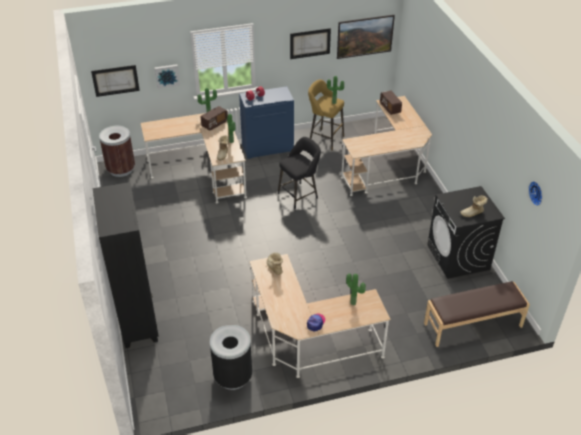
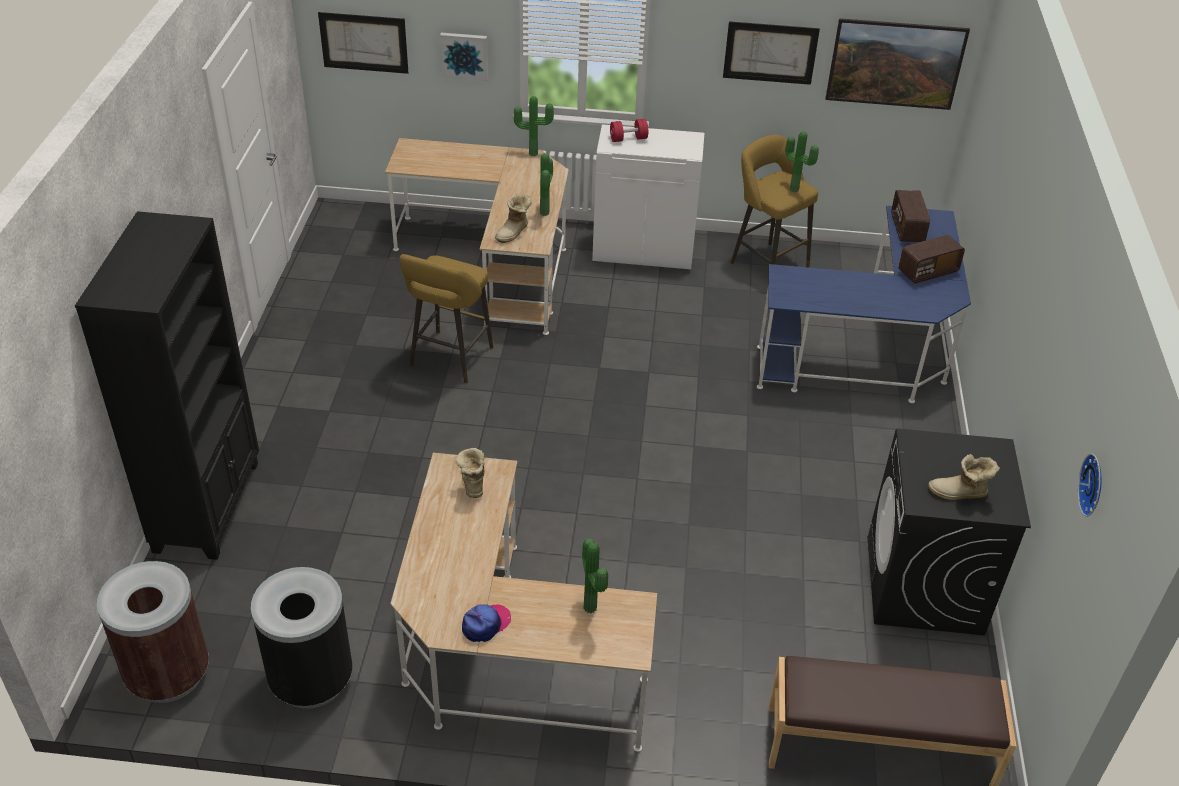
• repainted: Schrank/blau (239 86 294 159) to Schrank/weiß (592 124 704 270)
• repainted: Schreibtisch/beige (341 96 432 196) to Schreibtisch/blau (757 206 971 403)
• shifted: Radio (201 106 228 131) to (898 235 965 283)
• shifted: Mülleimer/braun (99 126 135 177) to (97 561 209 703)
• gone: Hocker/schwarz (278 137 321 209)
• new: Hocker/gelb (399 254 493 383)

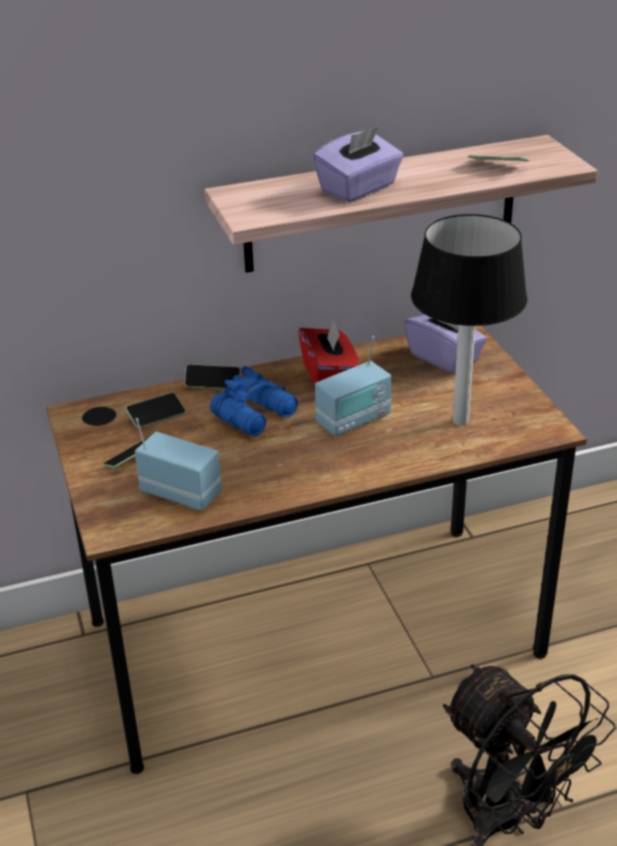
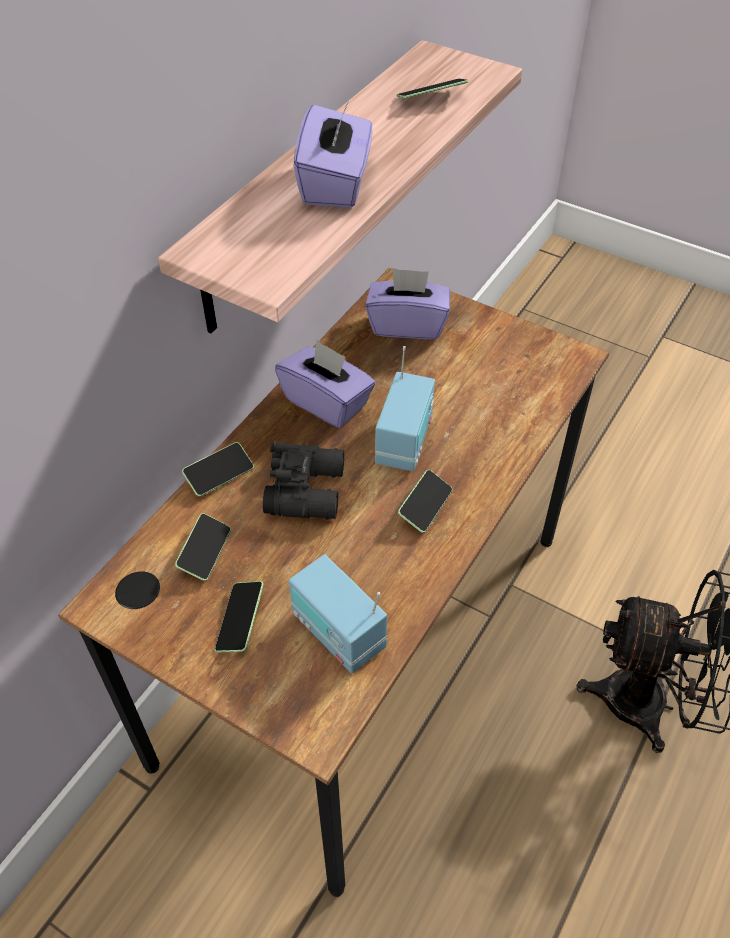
• gone: Tischlampe (411 214 527 426)
• repainted: Taschentuchbox/rot (298 319 360 386) to Taschentuchbox/lila (275 340 375 428)
• repainted: Fernglas/blau (210 366 298 436) to Fernglas/schwarz (263 442 344 520)
• rotated: Radio (135 418 222 511) = (289 554 387 673) 120 degrees counterclockwise
• new: Handy (398 470 453 533)

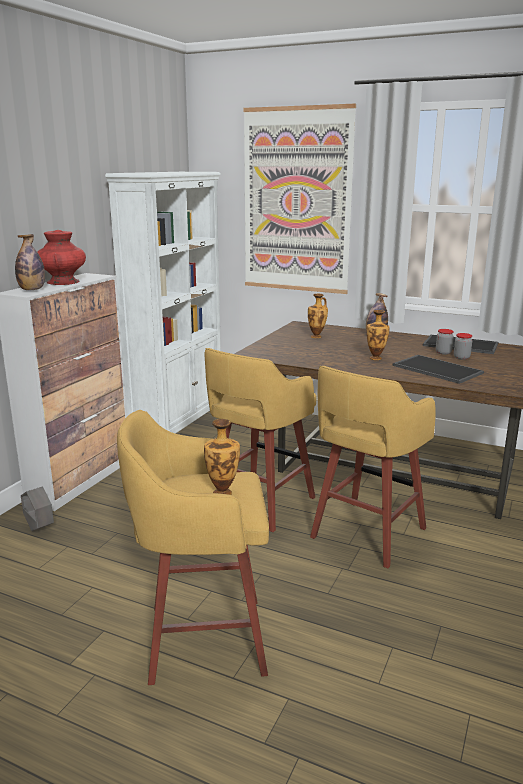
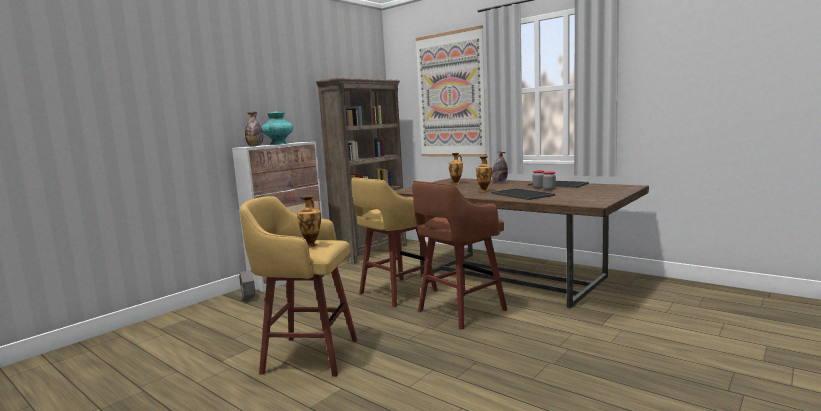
• repainted: Bücherregal/weiß (105 172 221 434) to Bücherregal/braun (316 77 407 264)
• repainted: Vase/rot (37 230 86 285) to Vase/türkis (262 111 293 145)
• repainted: Hocker/gelb (310 366 436 569) to Hocker/braun (412 181 507 330)

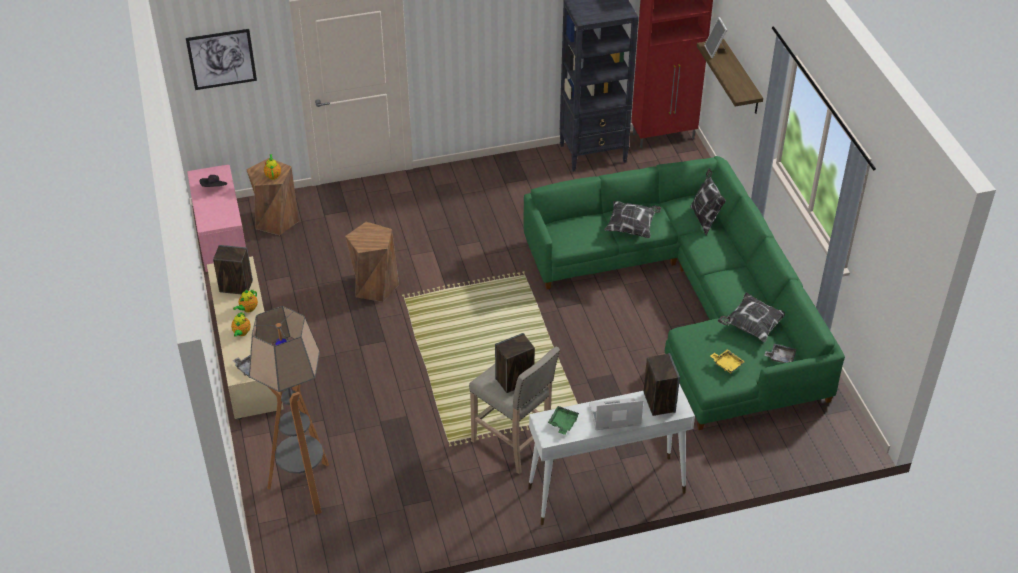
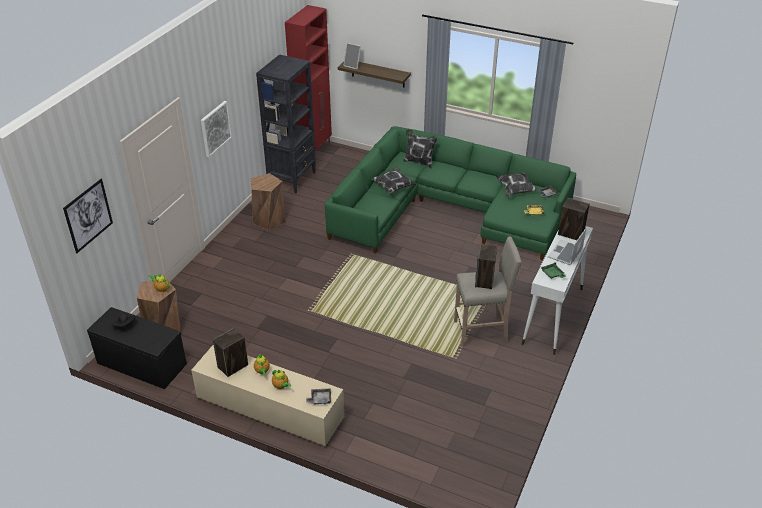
• repainted: Bank/rosa (187 165 246 272) to Bank/schwarz (87 307 187 389)
• shifted: Hocker/braun (345 222 399 302) to (251 173 285 230)
• gone: Stehlampe (249 306 329 515)
• new: Bild (201 101 232 157)

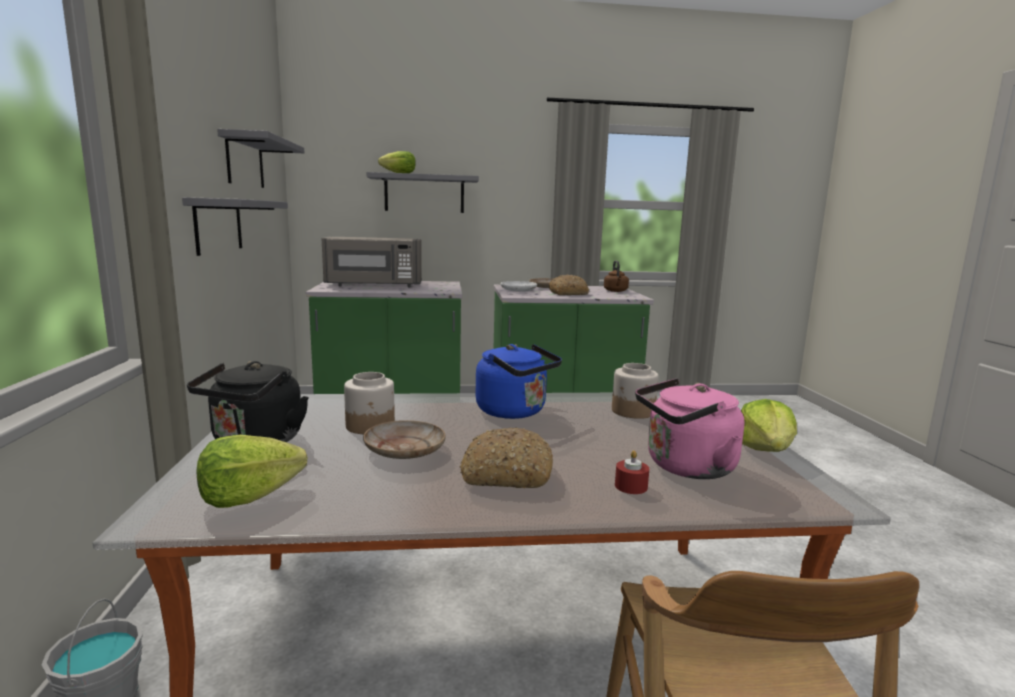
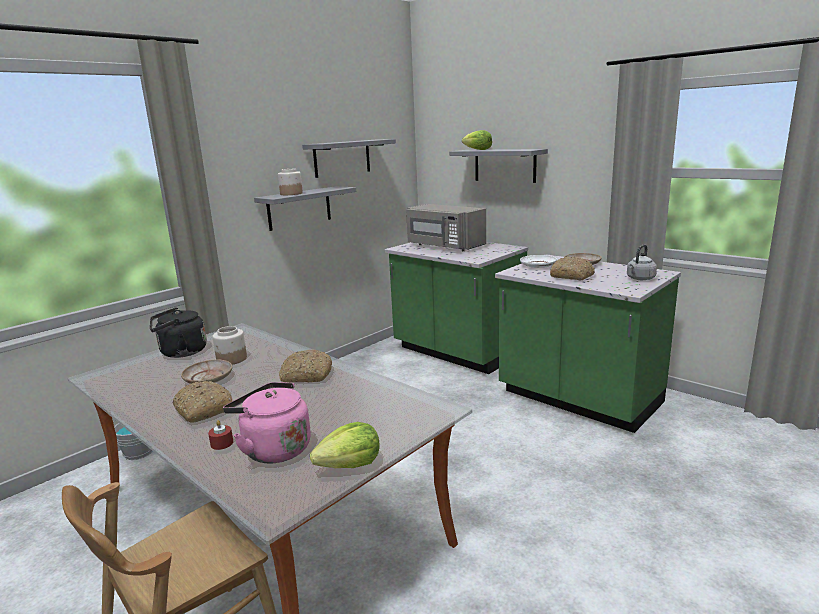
• repainted: Wasserkessel/braun (604 260 629 292) to Wasserkessel/grau (627 245 657 280)
• swapped: Wasserkessel/blau (476 344 562 419) to Brot (279 349 332 382)
• shifted: Vorratsglas (612 363 659 419) to (278 169 303 195)
• gone: Salatkopf (197 435 307 508)

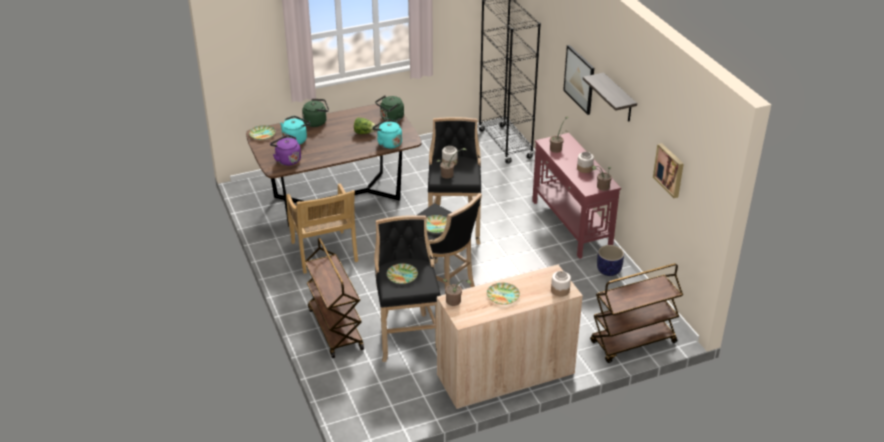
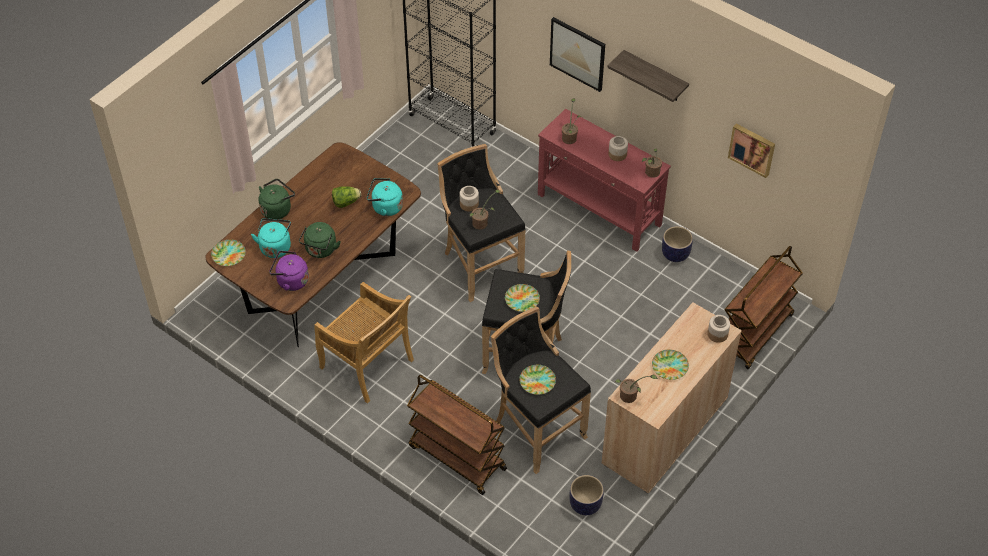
• shifted: Wasserkessel/grün (375 95 404 122) to (299 222 341 258)
• new: Pflanzkübel (569 475 604 515)

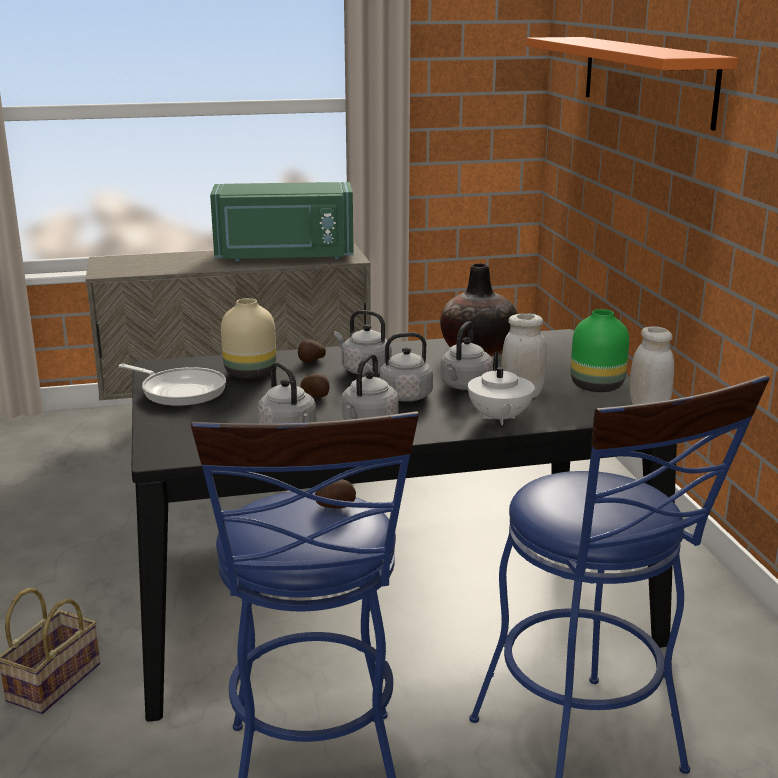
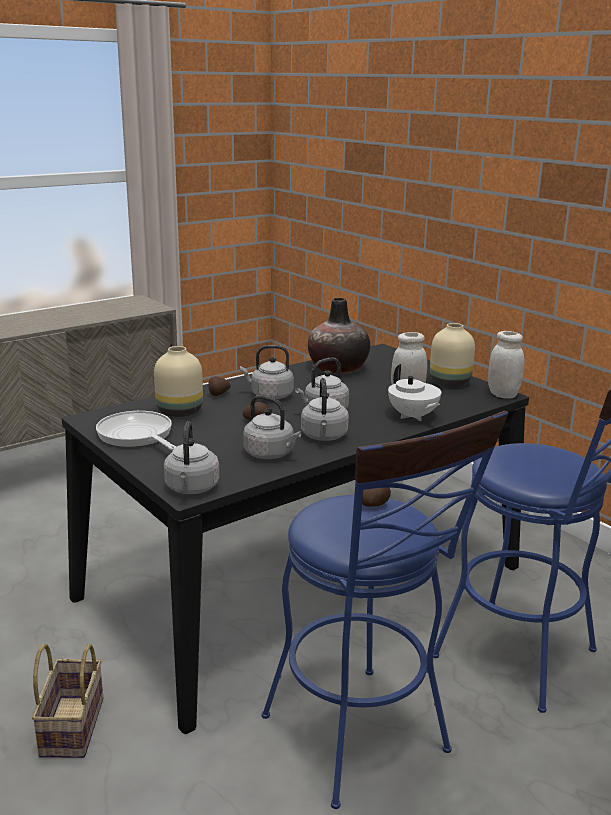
• gone: Wandregal/orange (526 37 738 131)
• gone: Mikrowelle/grün (210 182 354 262)
• repainted: Vase/grün (571 309 629 392) to Vase/beige (430 323 475 387)
• shifted: Wasserkessel/grau (440 321 493 390) to (164 421 219 494)
• rotated: Pfanne (119 364 226 406) = (96 411 176 450) 135 degrees counterclockwise

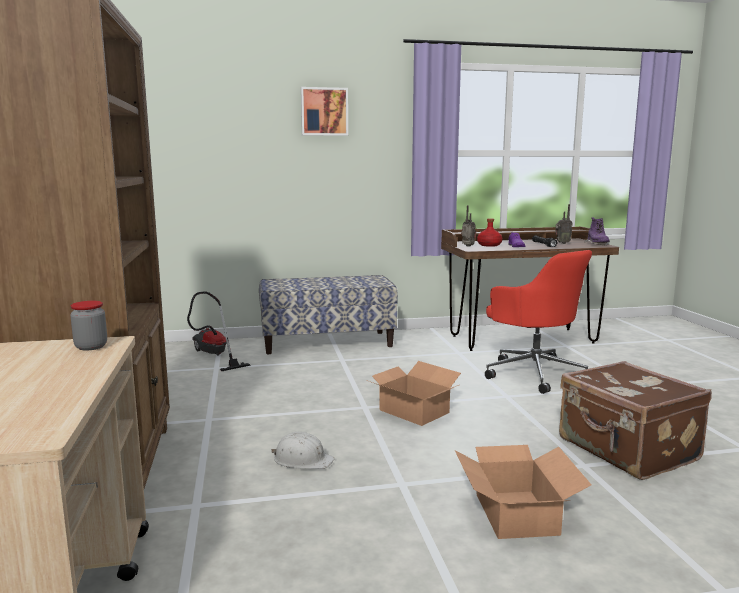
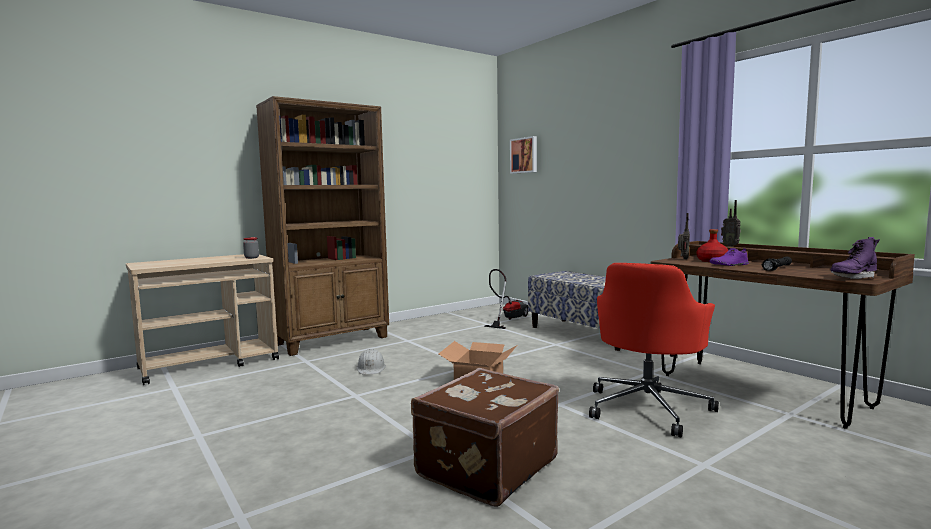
• shifted: Bild (301 87 348 136) to (510 136 537 174)
• shifted: Radio (555 204 573 244) to (721 200 741 247)
• gone: Karton (455 445 591 539)

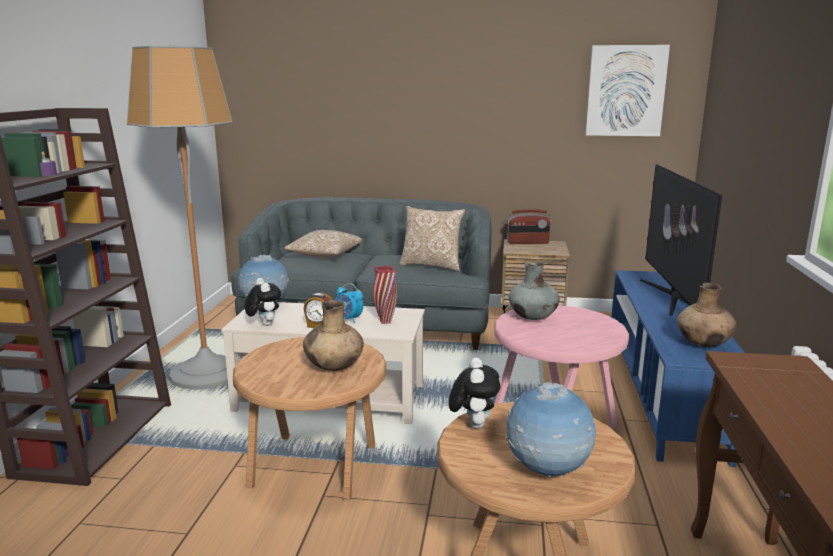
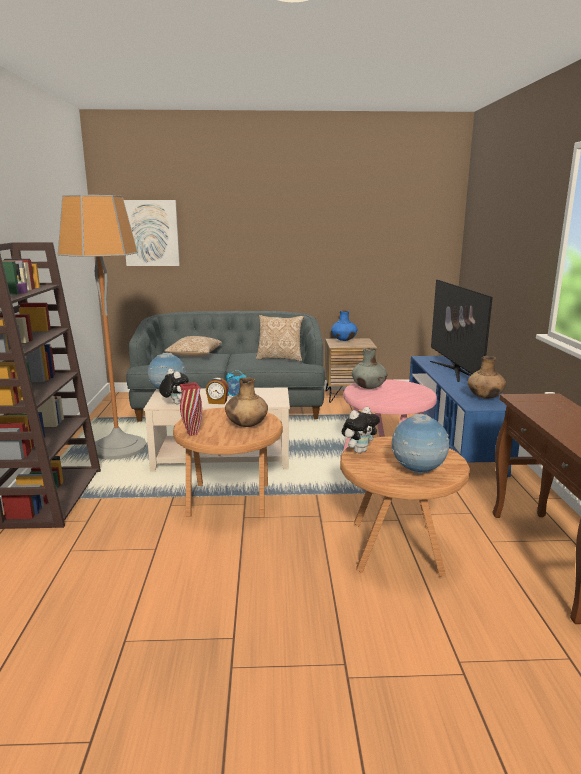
• shifted: Bild (585 45 670 136) to (124 200 180 266)
• swapped: Radio (507 209 551 244) to Vase/blau (331 310 357 341)
• shifted: Vase/rot (373 266 397 324) to (180 382 202 436)
• rotated: Plüschtier (449 357 500 429) = (342 407 380 453) 60 degrees clockwise

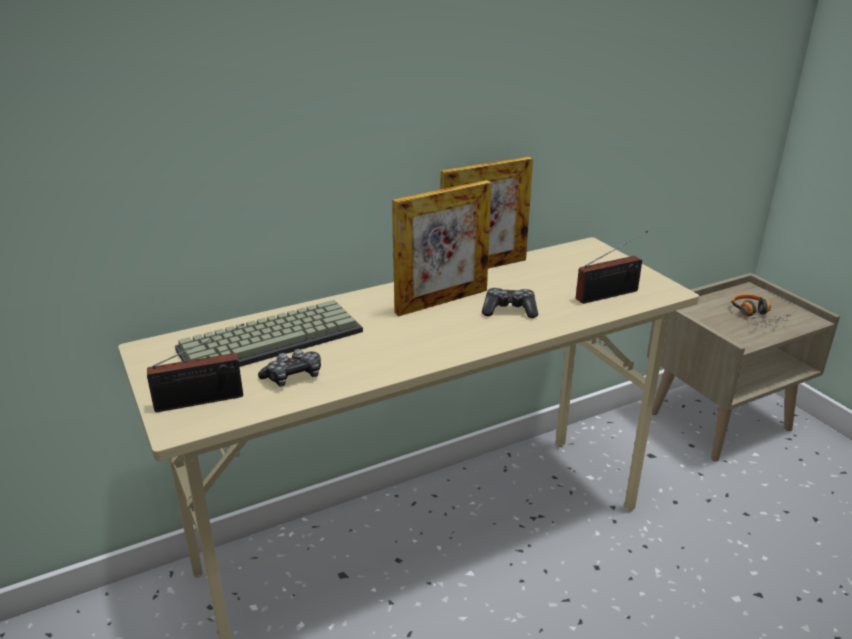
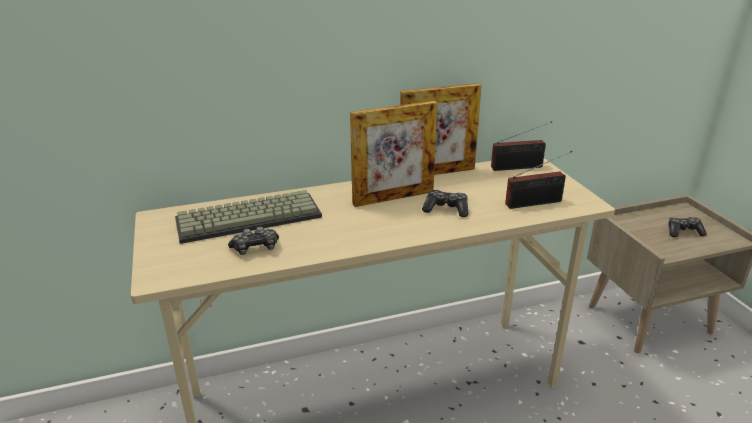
• swapped: Kopfhörer (731 294 792 325) to Gamepad (668 217 707 237)
• shifted: Radio (147 323 244 412) to (491 121 552 171)

